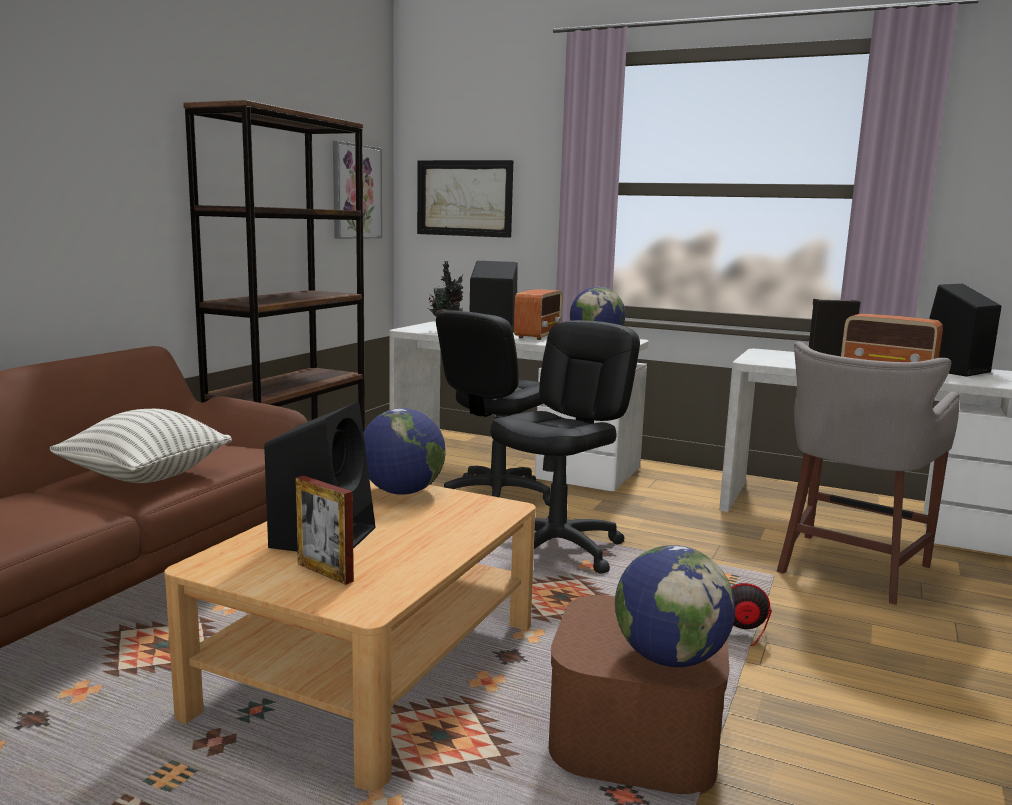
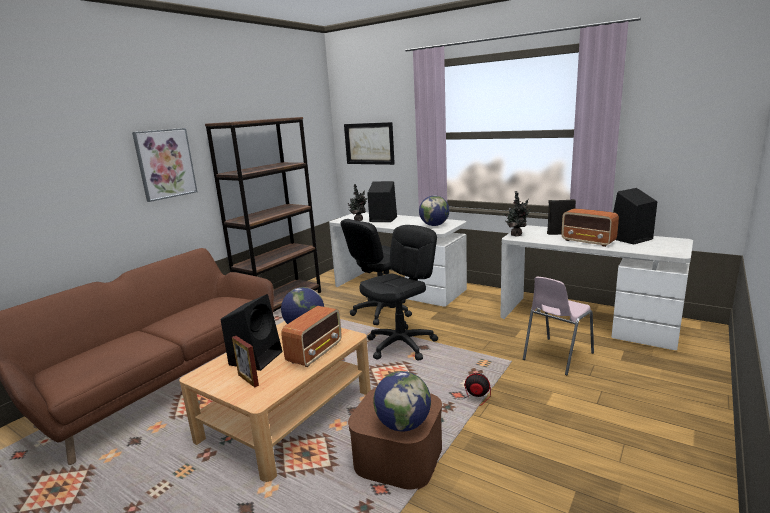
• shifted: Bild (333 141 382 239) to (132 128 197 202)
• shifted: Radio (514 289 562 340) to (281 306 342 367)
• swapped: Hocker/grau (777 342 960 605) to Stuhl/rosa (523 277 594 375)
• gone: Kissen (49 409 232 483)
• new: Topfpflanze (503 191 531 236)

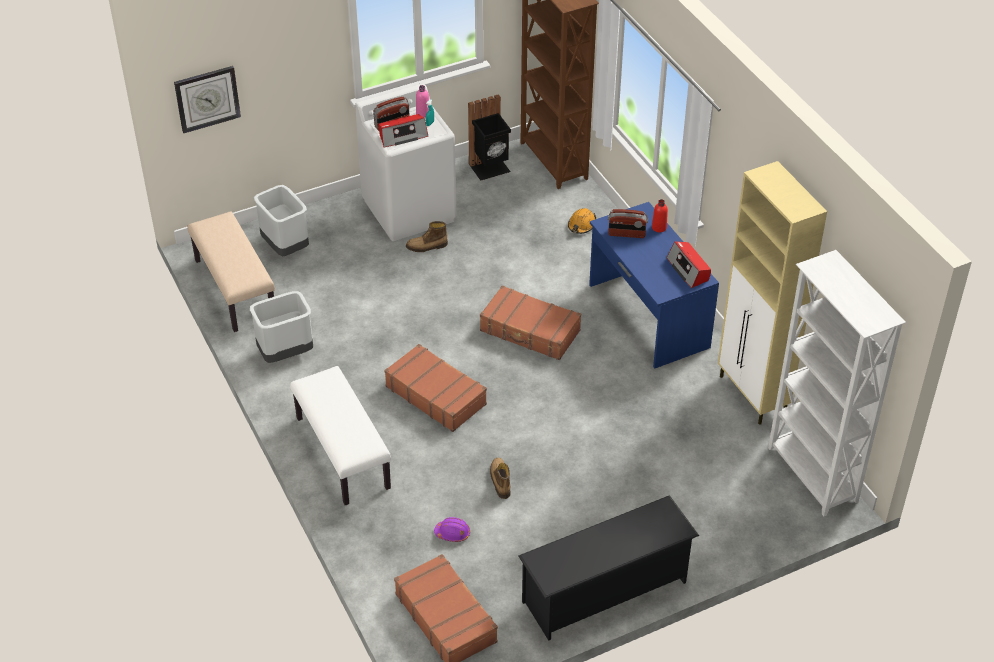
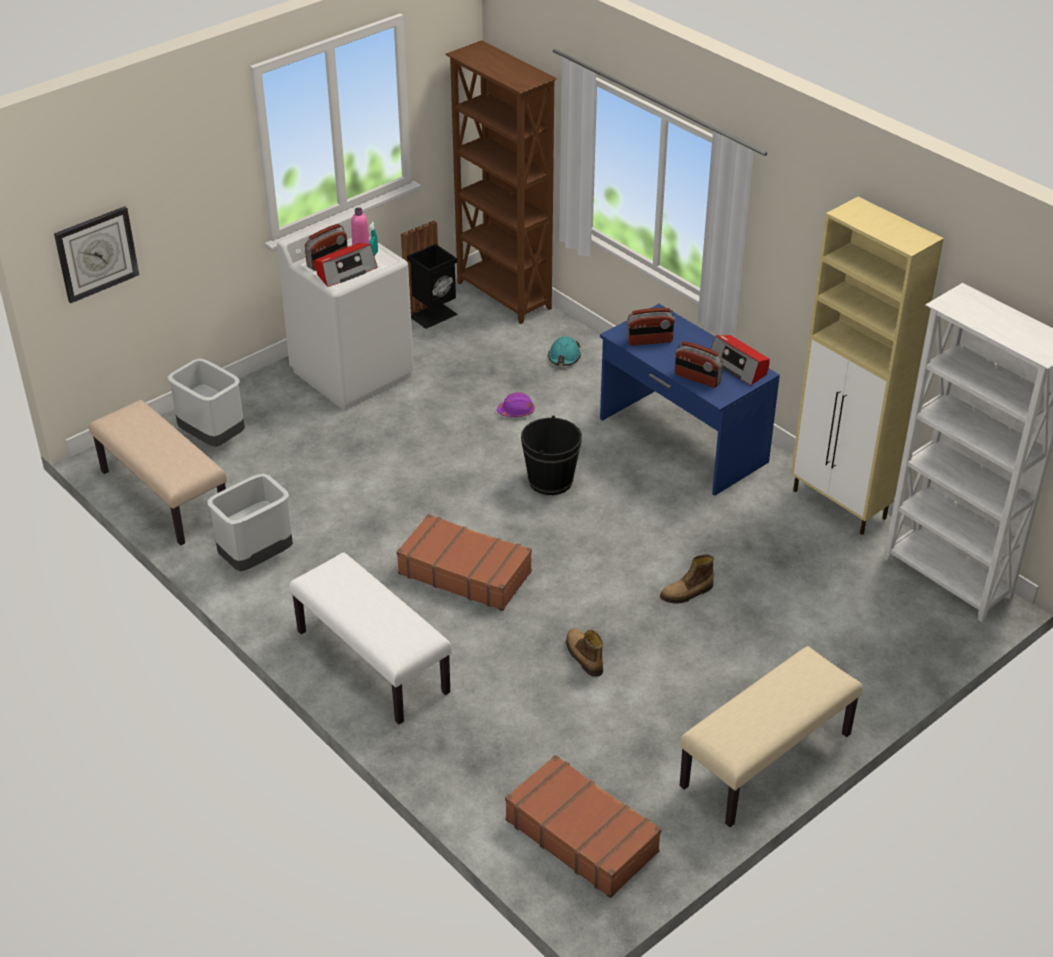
• gone: Flasche/rot (652 199 668 232)
• repainted: Schutzhelm/orange (568 208 596 234) to Schutzhelm/türkis (548 336 581 366)
• shifted: Stiefel (406 221 448 252) to (660 554 714 604)
• swapped: Koffer/braun (480 285 581 360) to Eimer/schwarz (521 415 582 495)
• swapped: Schuhregal/schwarz (518 495 699 641) to Bank/beige (680 646 863 827)
• shifted: Schutzhelm/lila (434 517 470 542) to (497 392 535 417)
• new: Radio (675 341 723 388)

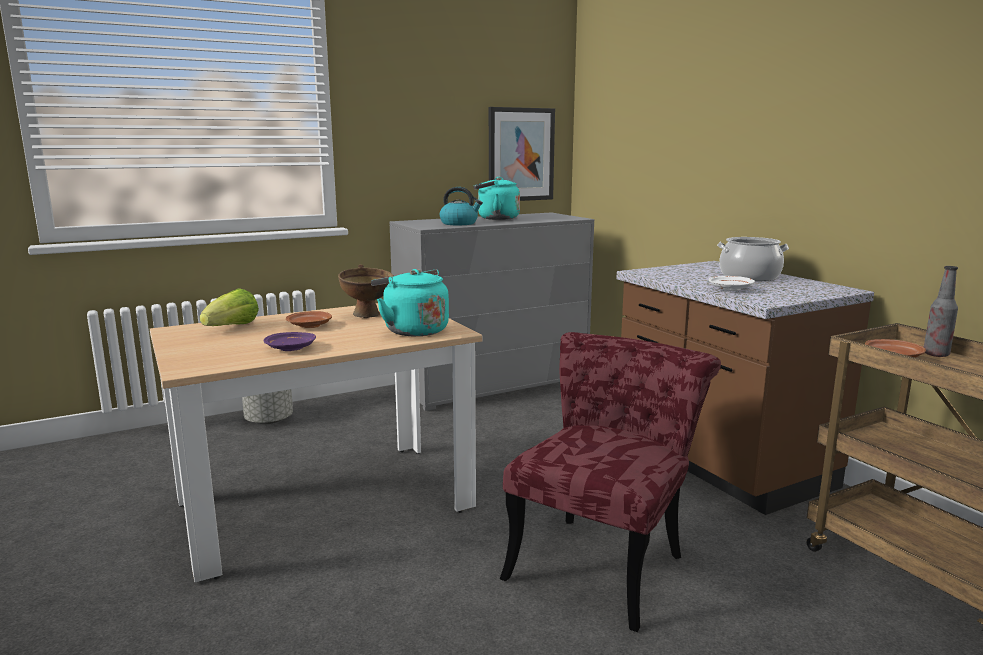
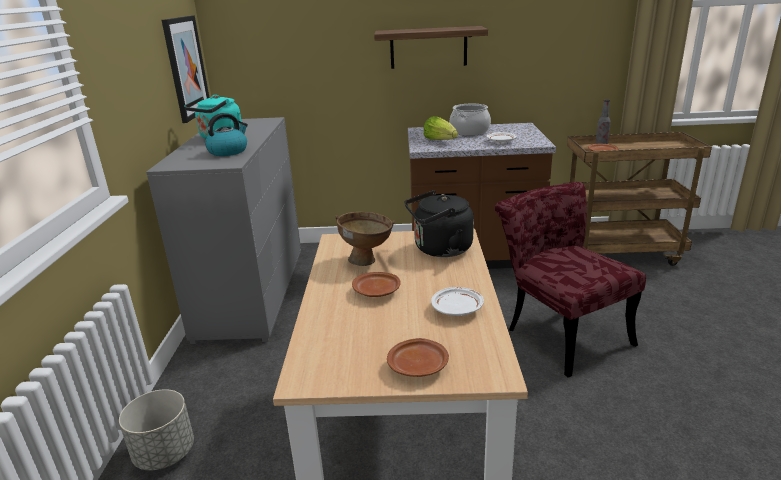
• repainted: Wasserkessel/türkis (371 269 449 336) to Wasserkessel/schwarz (404 190 474 257)
• shifted: Salatkopf (200 288 259 326) to (424 116 458 140)
• repainted: Teller/lila (264 332 316 351) to Teller/weiß (431 287 484 316)
• new: Wandregal (374 26 488 69)
• new: Teller/braun (387 338 449 377)

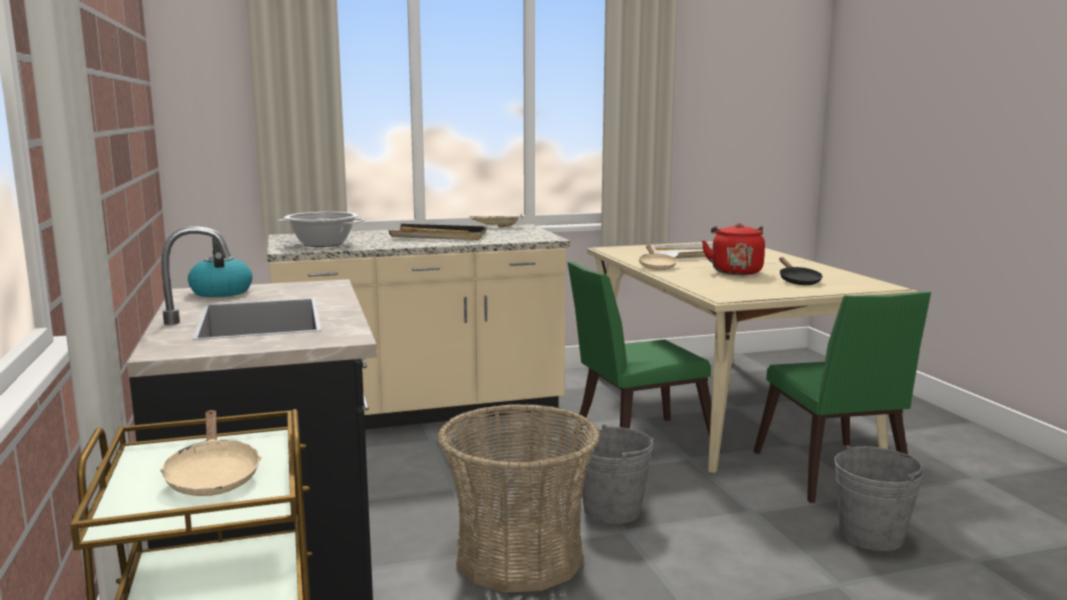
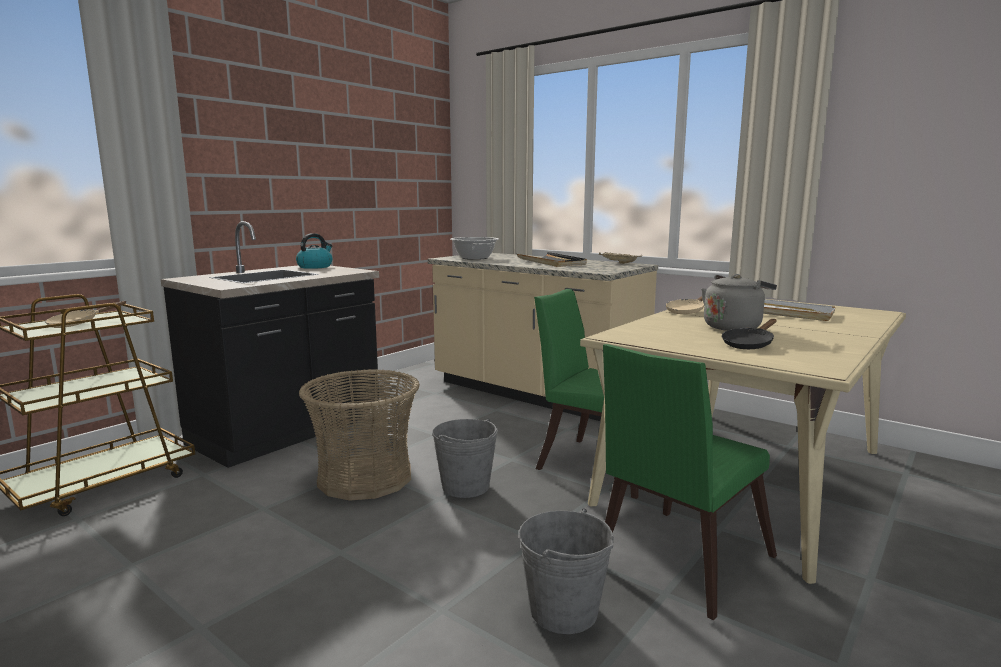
• repainted: Wasserkessel/rot (702 223 765 275) to Wasserkessel/grau (702 274 777 331)

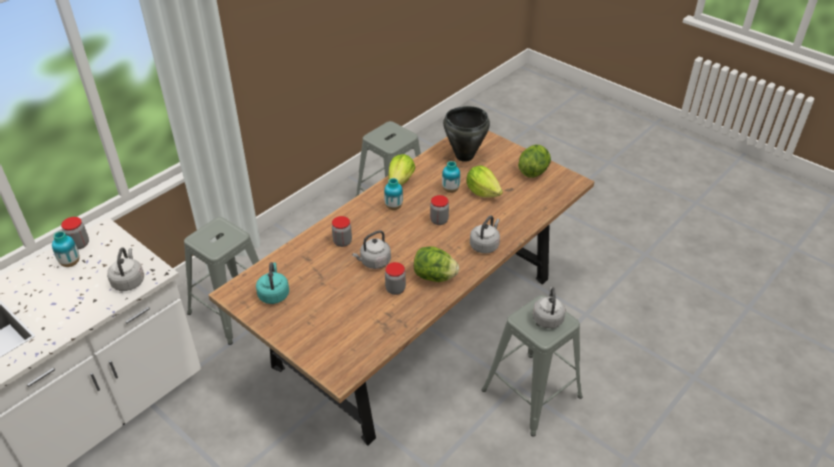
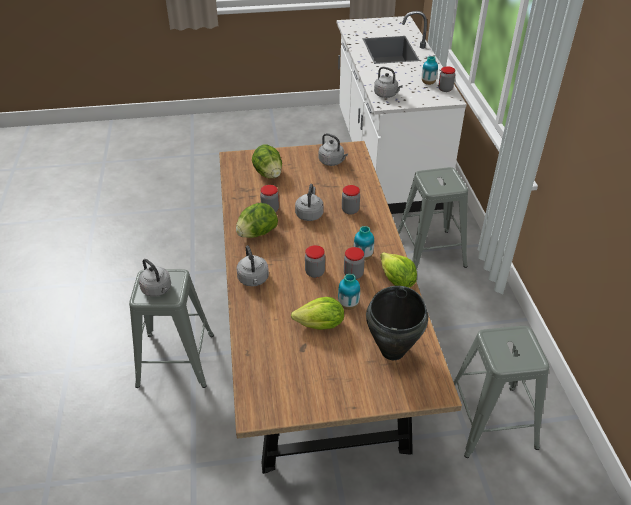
• shifted: Salatkopf (518 145 551 178) to (252 144 282 178)
• repainted: Wasserkessel/türkis (256 262 289 304) to Wasserkessel/grau (319 133 348 166)
• new: Vorratsglas (344 247 365 279)

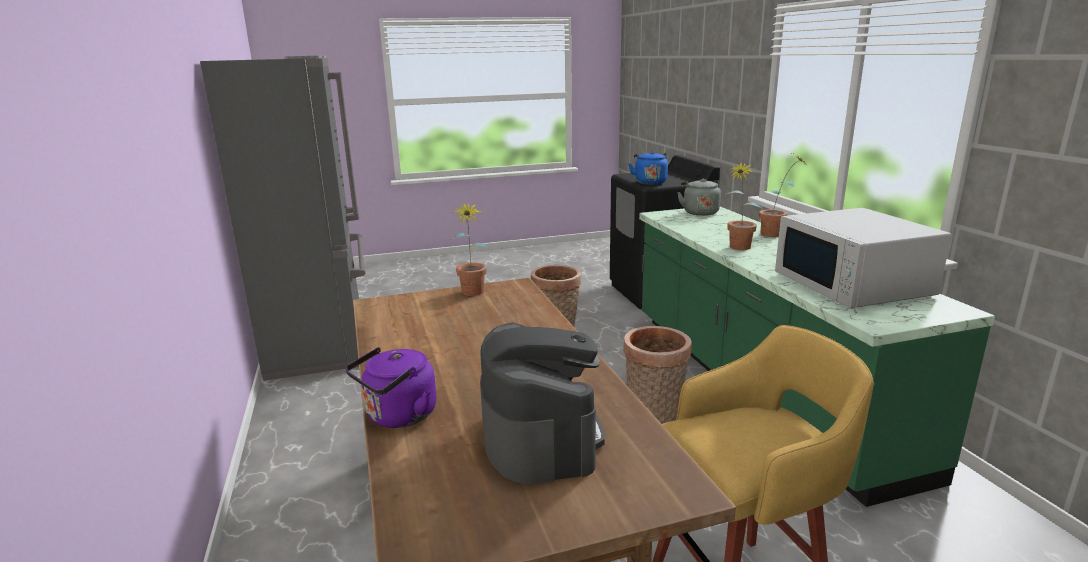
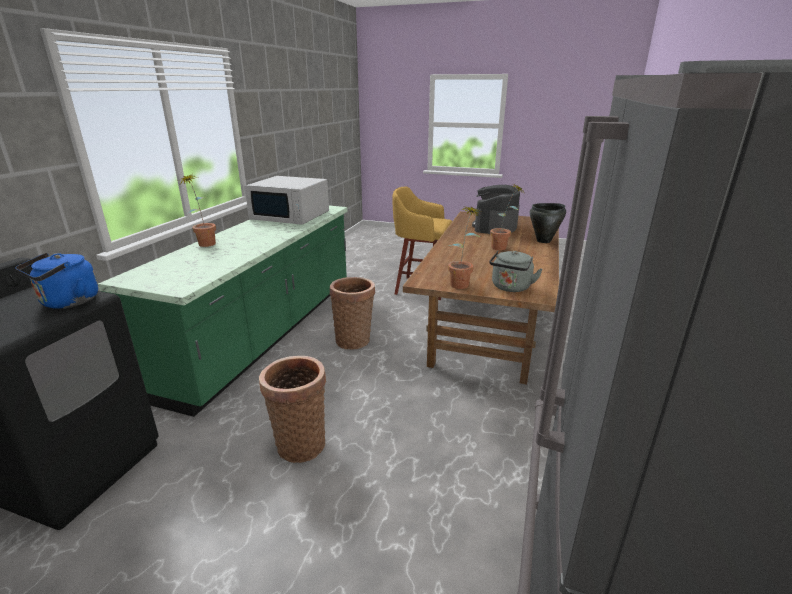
• shifted: Topfpflanze (727 161 761 250) to (490 185 525 250)
• shifted: Wasserkessel/grau (677 179 721 216) to (489 251 543 292)
• rotated: Mikrowelle/weiß (775 208 951 308) = (245 176 329 225) 90 degrees clockwise
• swapped: Wasserkessel/lila (345 347 437 428) to Kochtopf/schwarz (530 203 566 243)

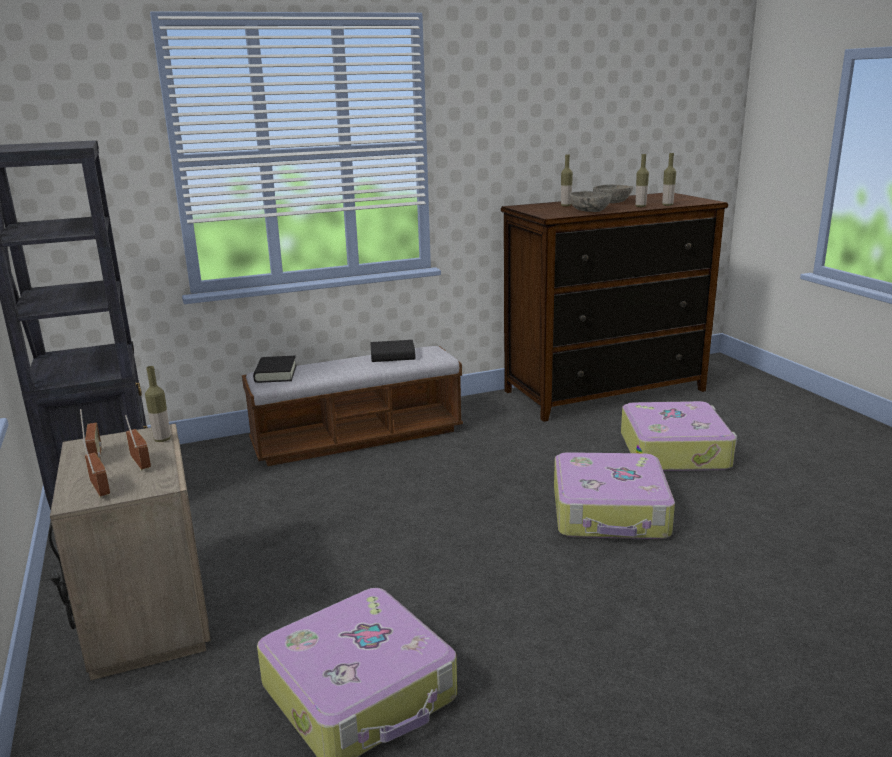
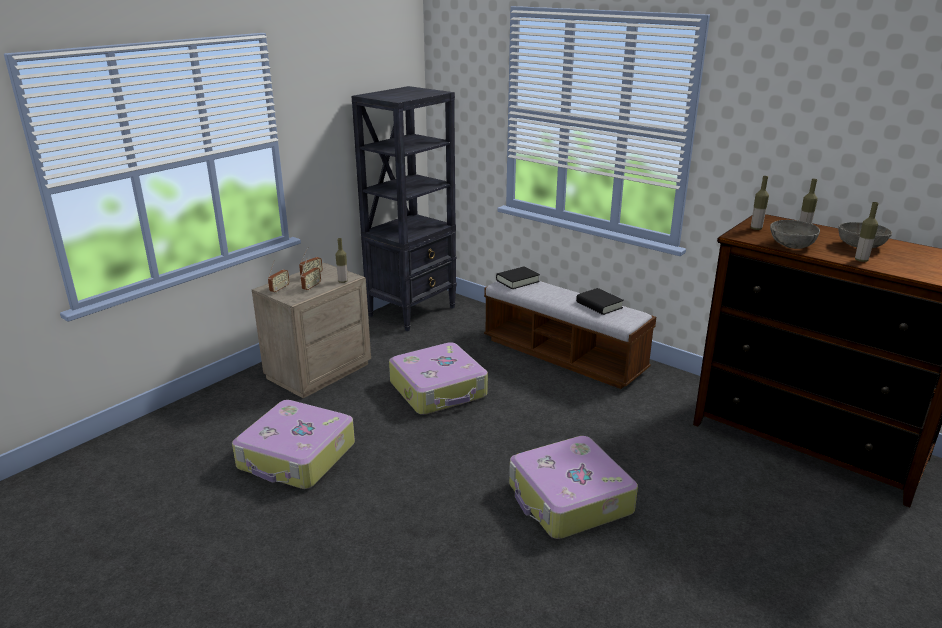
• shifted: Flasche (662 153 676 206) to (751 176 769 230)
• shifted: Koffer (621 401 737 471) to (389 342 488 415)

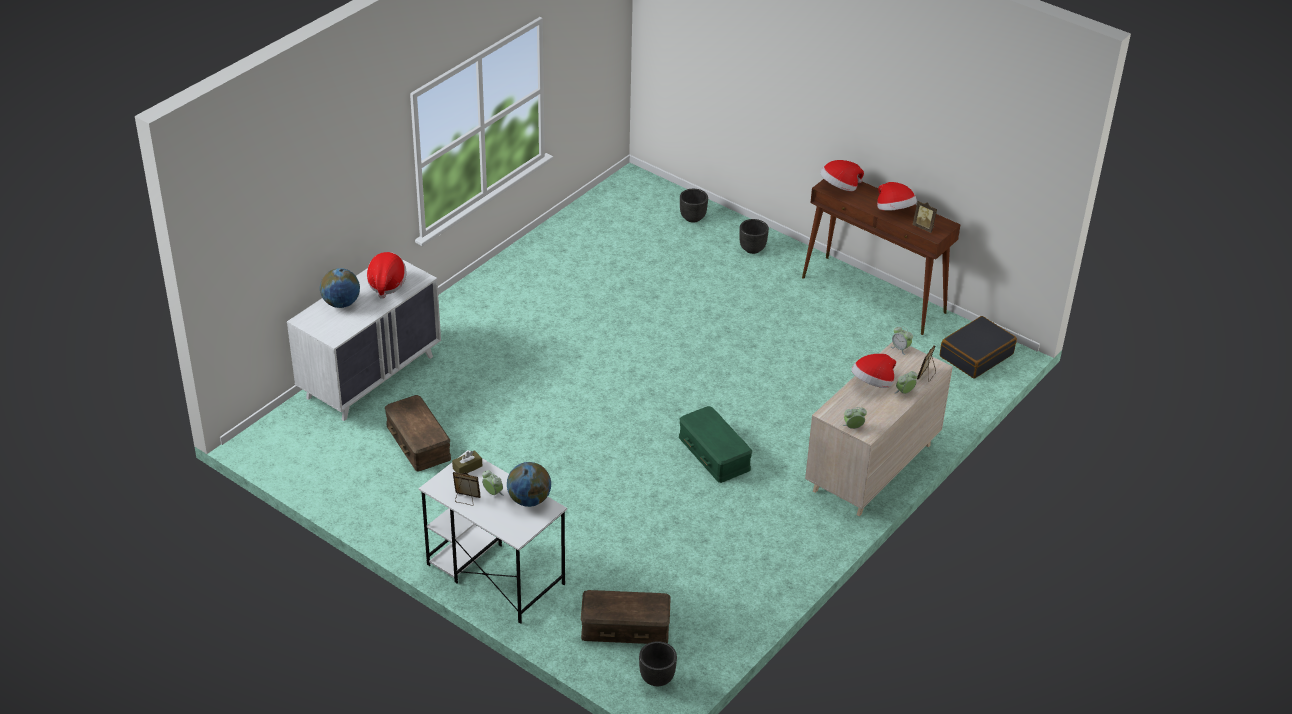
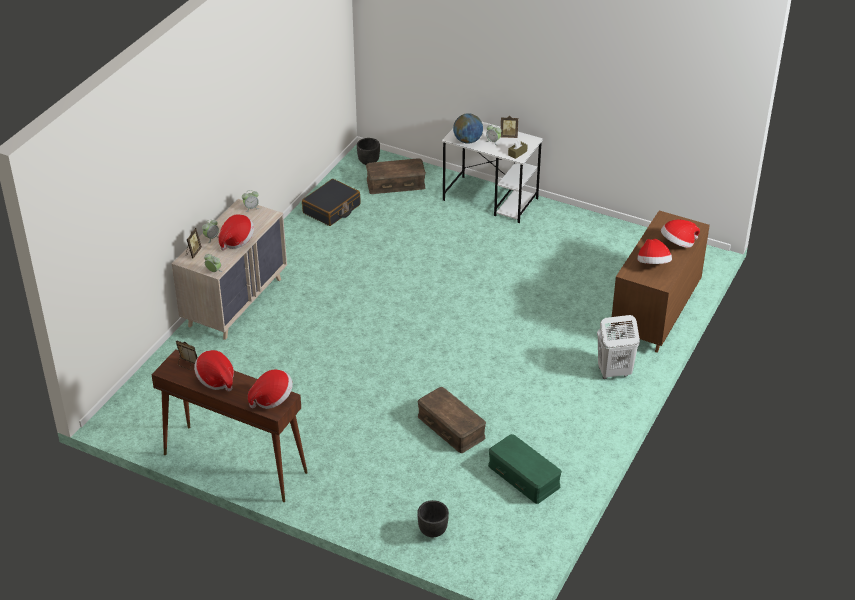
• gone: Pflanzkübel/schwarz (739 219 769 254)
• repainted: Kommode/weiß (287 259 441 421) to Kommode/braun (611 211 710 353)
• swapped: Globus (320 268 360 308) to Hut (661 220 700 248)
• shifted: Koffer/schwarz (940 316 1017 378) to (302 179 361 226)
• shifted: Aufbewahrungsbox/braun (385 395 451 472) to (417 387 486 453)
• shifted: Aufbewahrungsbox/grün (679 406 752 483) to (488 434 562 504)
• new: Wäschekorb/weiß (597 315 640 379)

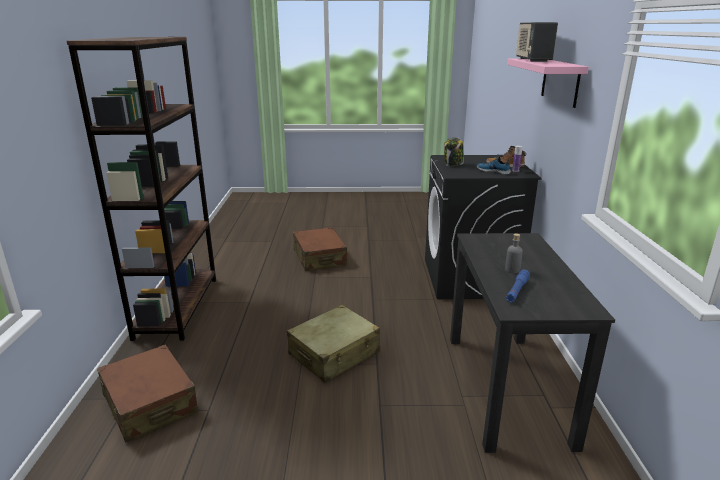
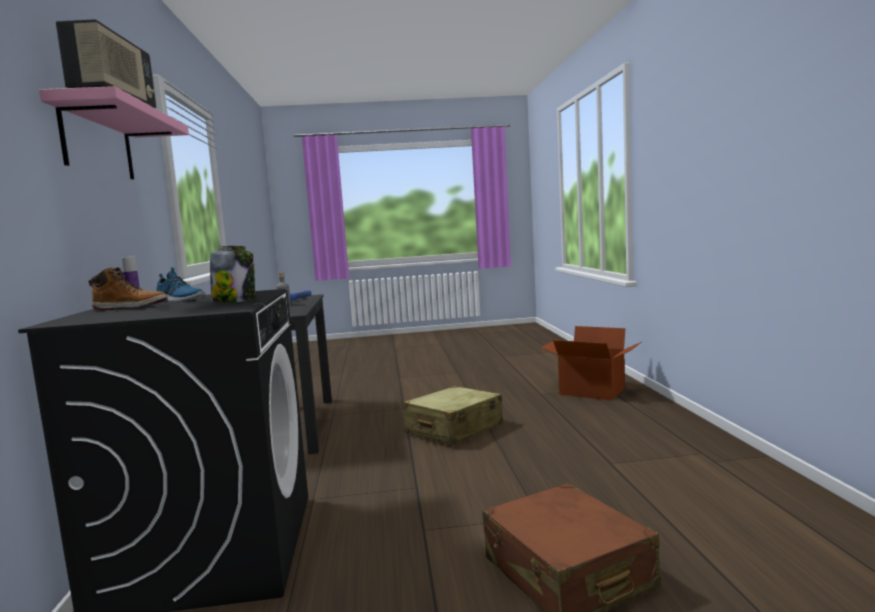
• gone: Bücherregal/braun (66 37 216 341)
• swapped: Koffer/braun (97 344 198 442) to Karton (541 326 641 401)

